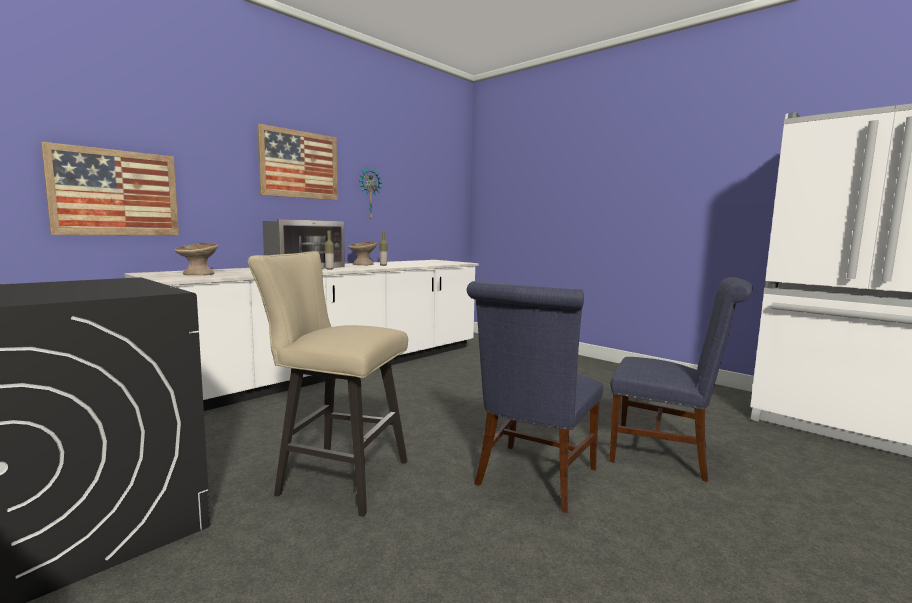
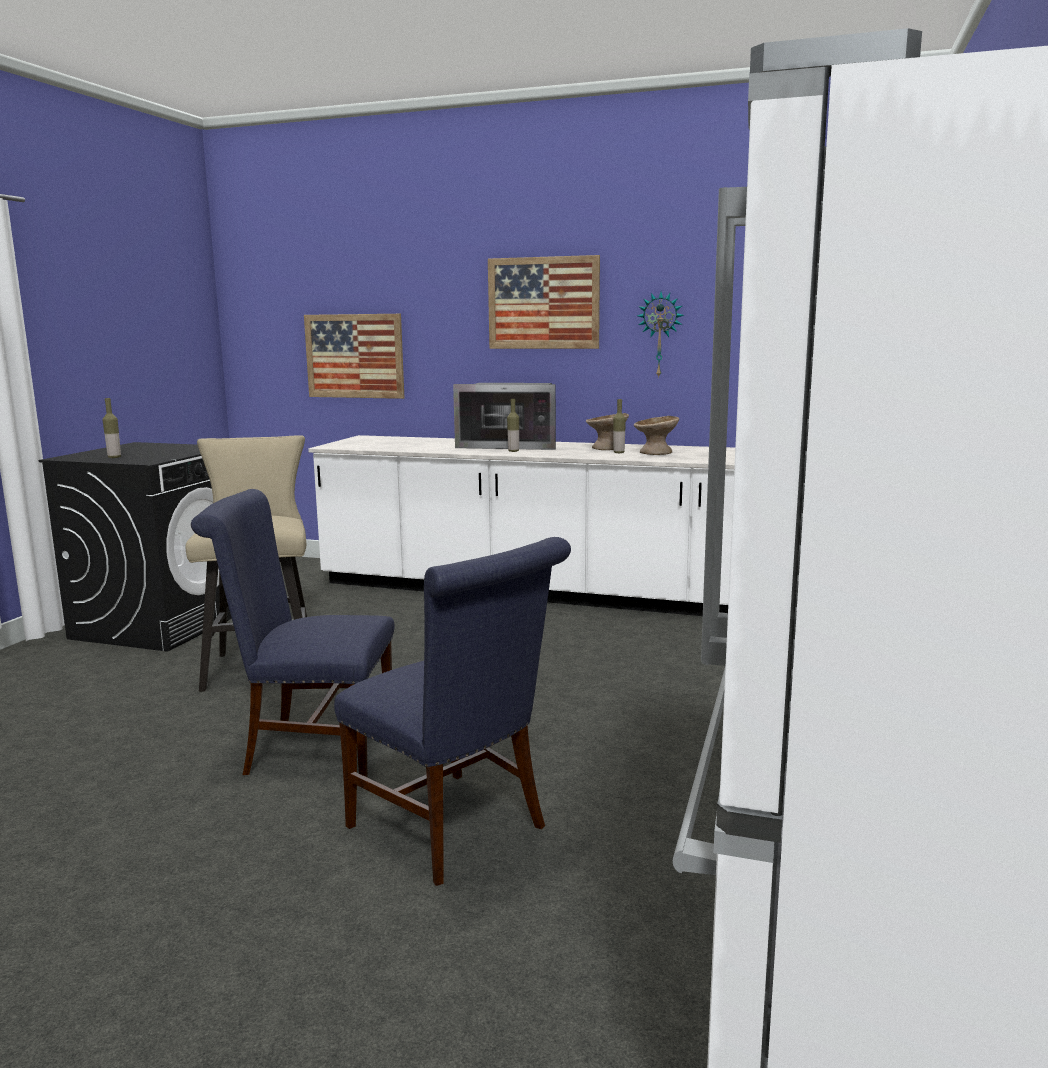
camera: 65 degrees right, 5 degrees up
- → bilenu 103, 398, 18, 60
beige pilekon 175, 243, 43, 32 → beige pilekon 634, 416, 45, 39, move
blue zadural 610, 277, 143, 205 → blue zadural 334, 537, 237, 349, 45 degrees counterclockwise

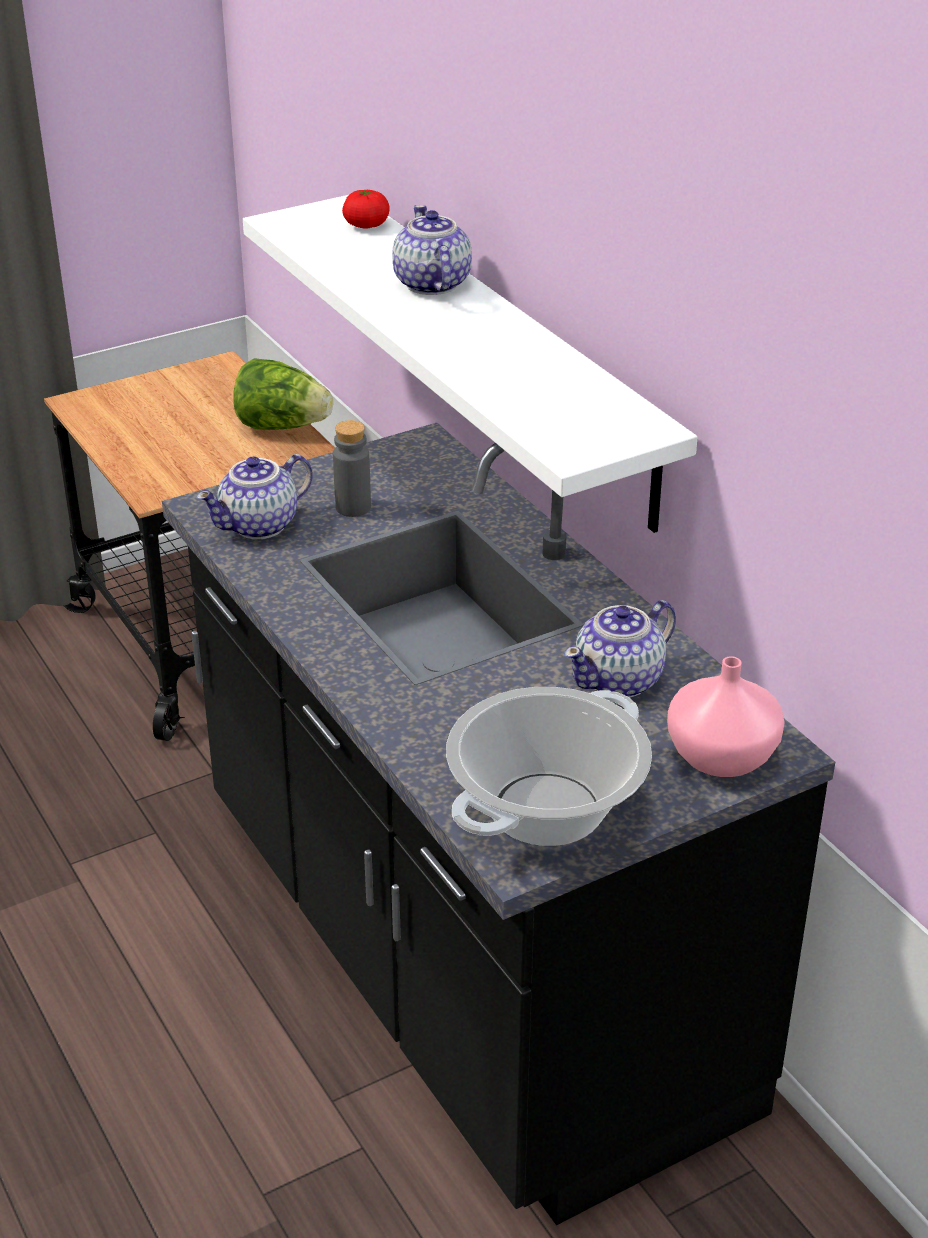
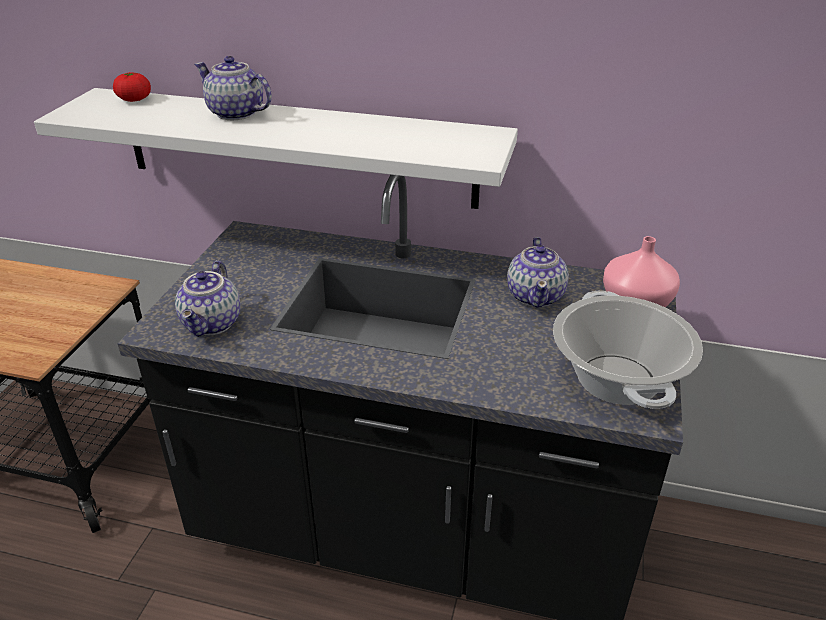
camera: 45 degrees left, 0 degrees up
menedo 233, 358, 100, 72 → -
grey bilenu 333, 420, 38, 97 → -

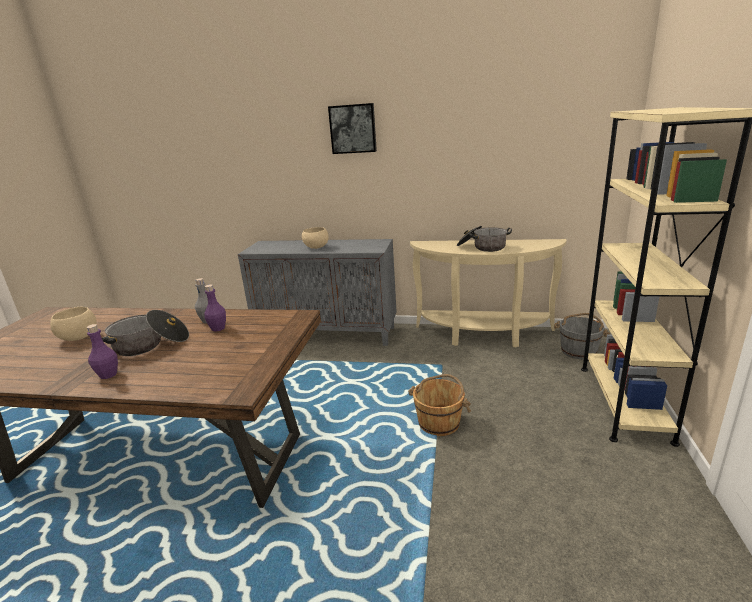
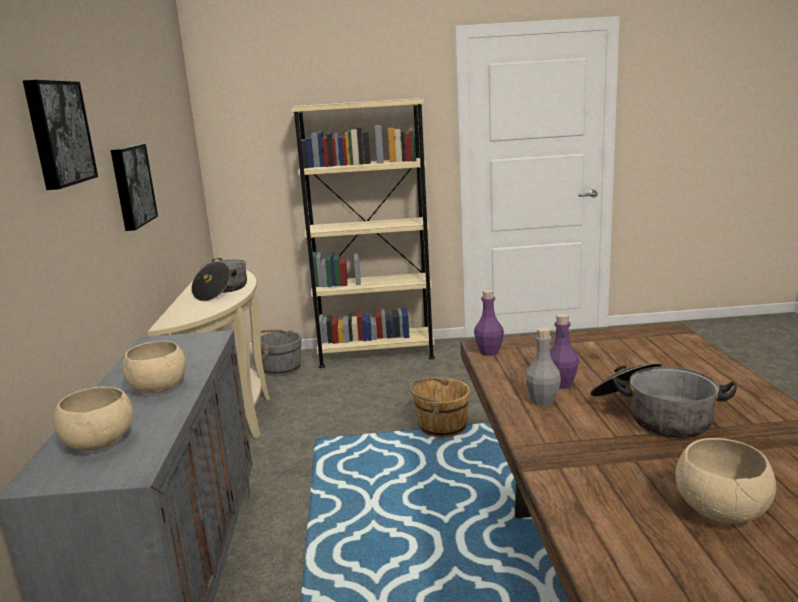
camera: 105 degrees left, 5 degrees down
- → beige pilekon 53, 387, 80, 64
- → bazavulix 111, 144, 47, 87
purple bilenu 87, 324, 31, 55 → purple bilenu 474, 290, 30, 66, move

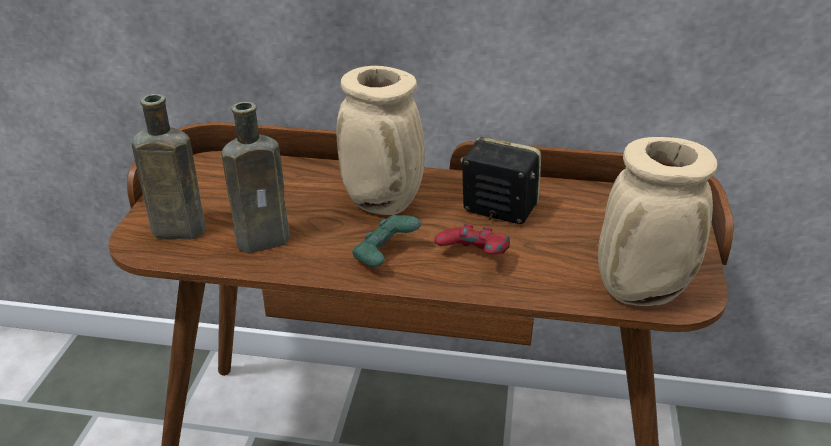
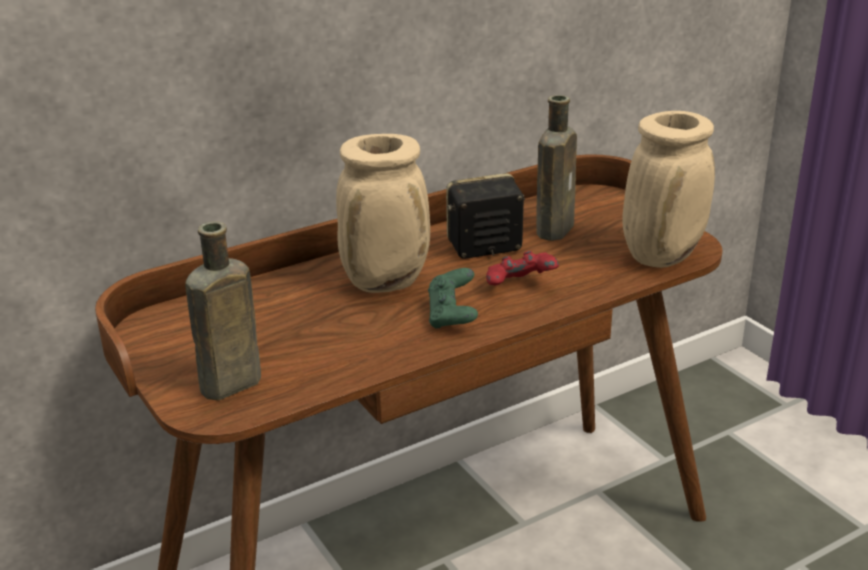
camera: 40 degrees left, 5 degrees down
brown bilenu 221, 102, 69, 151 → brown bilenu 536, 95, 41, 146, move

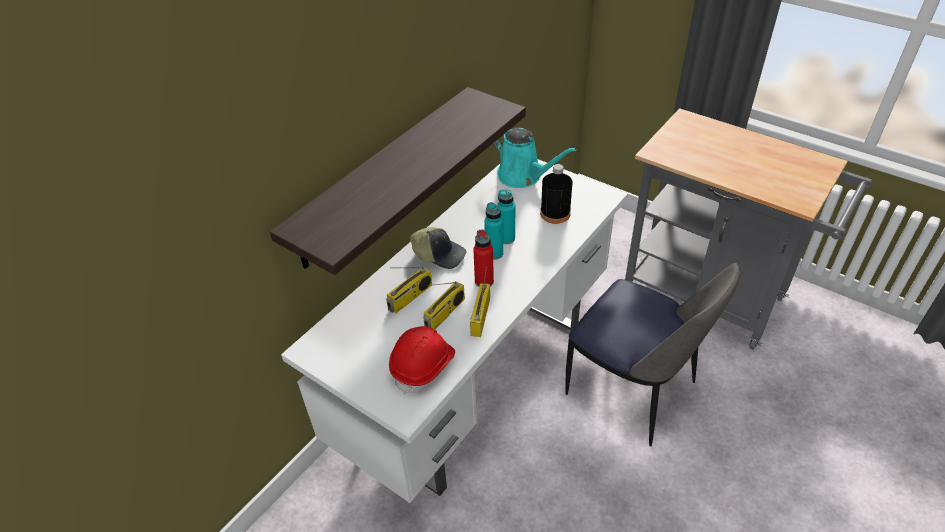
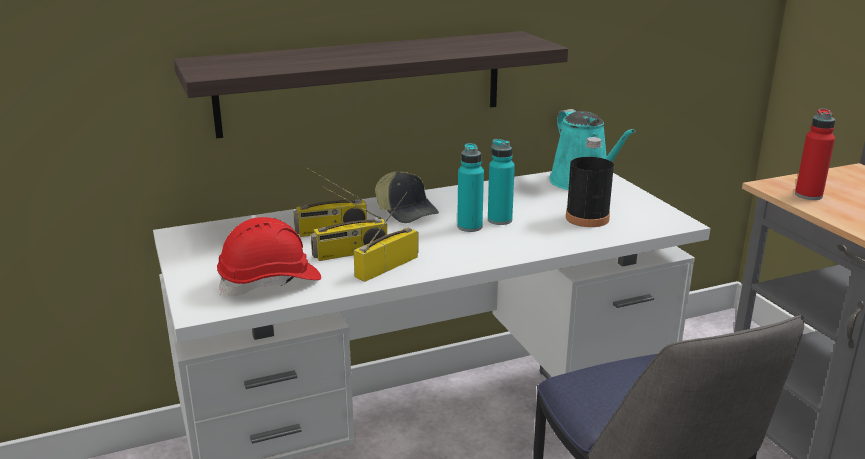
camera: 30 degrees right, 20 degrees down
red bilenu 473, 229, 21, 58 → red bilenu 795, 108, 40, 92, move

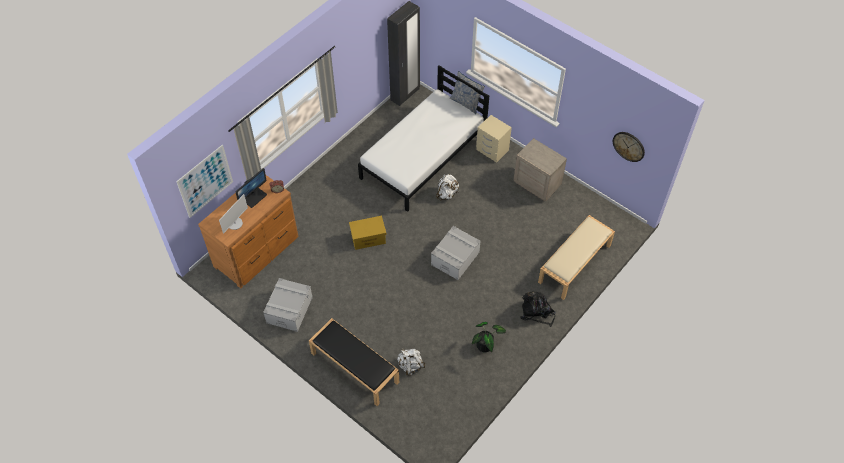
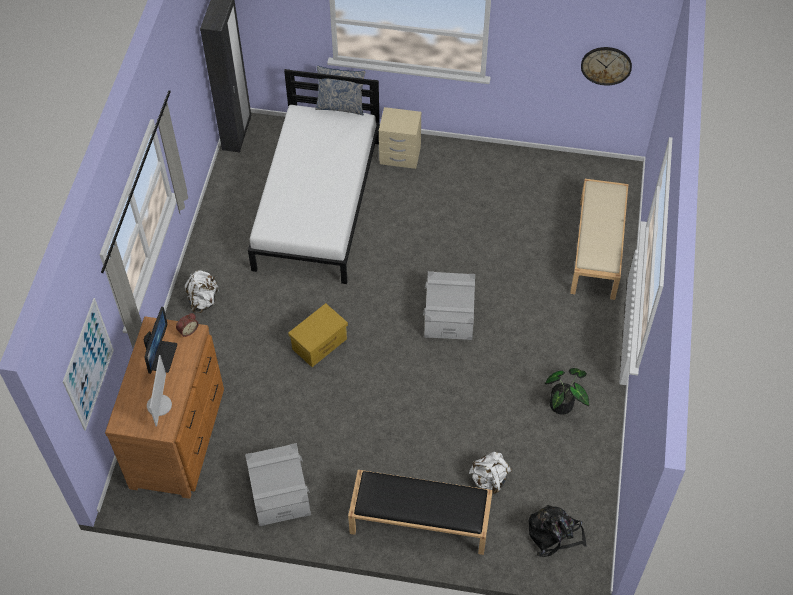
camera: 30 degrees left, 0 degrees up
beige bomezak 513, 138, 54, 64 → -
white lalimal 436, 174, 23, 26 → white lalimal 184, 270, 36, 43, move
black lalimal 520, 292, 36, 35 → black lalimal 528, 505, 59, 52, move

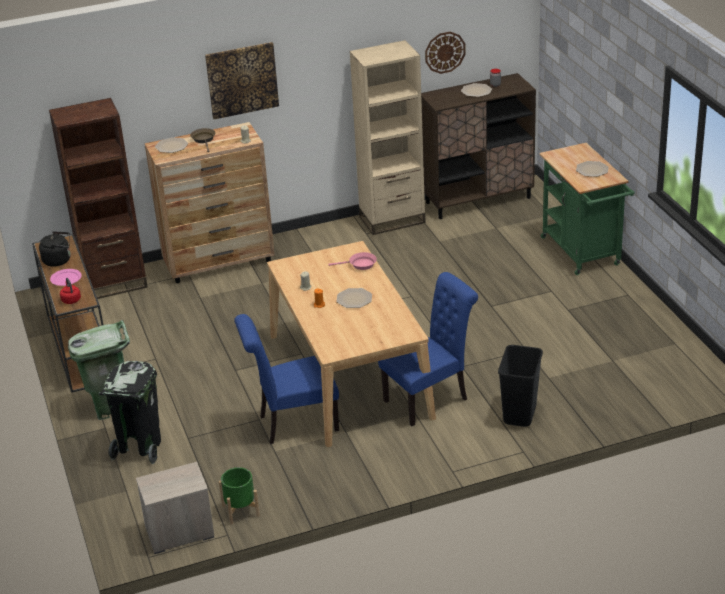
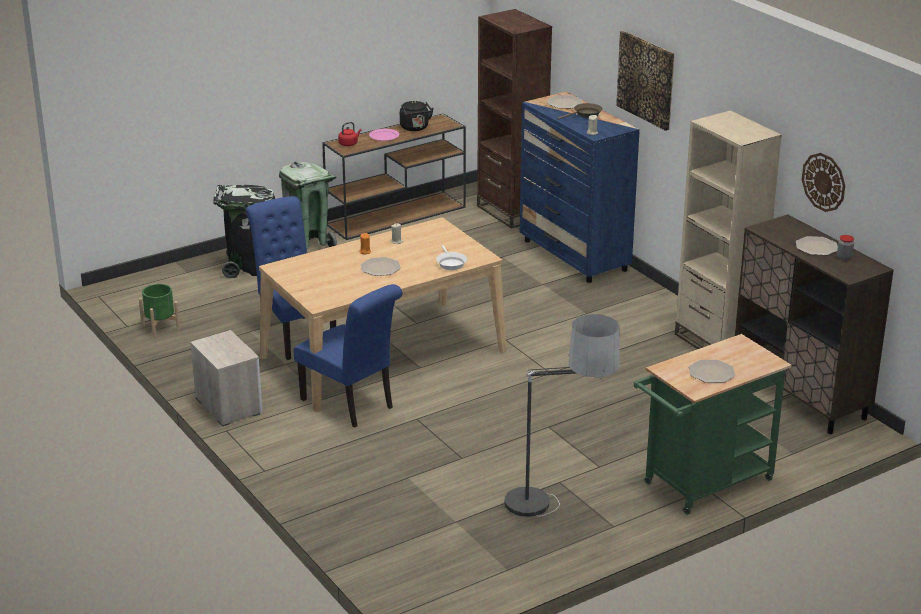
camera: 75 degrees right, 5 degrees down
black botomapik 498, 345, 45, 82 → -
- → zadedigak 504, 314, 116, 203
bomezak 136, 462, 78, 92 → bomezak 190, 330, 72, 97, move
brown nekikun 145, 122, 130, 161 → blue nekikun 520, 92, 120, 191
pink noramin 329, 252, 48, 18 → white noramin 436, 245, 31, 25

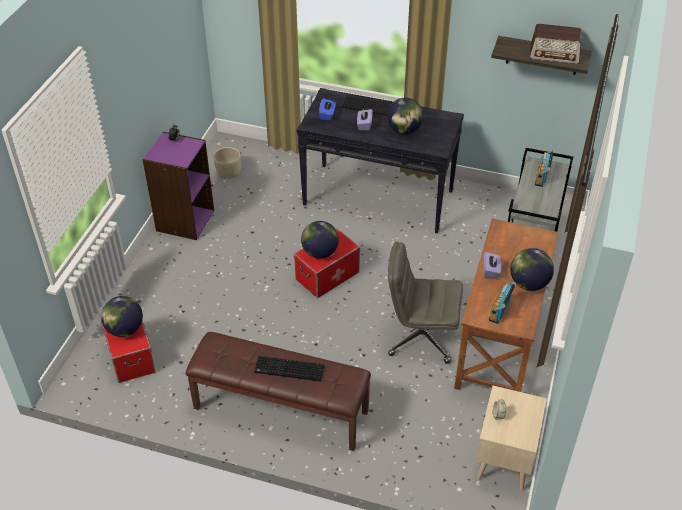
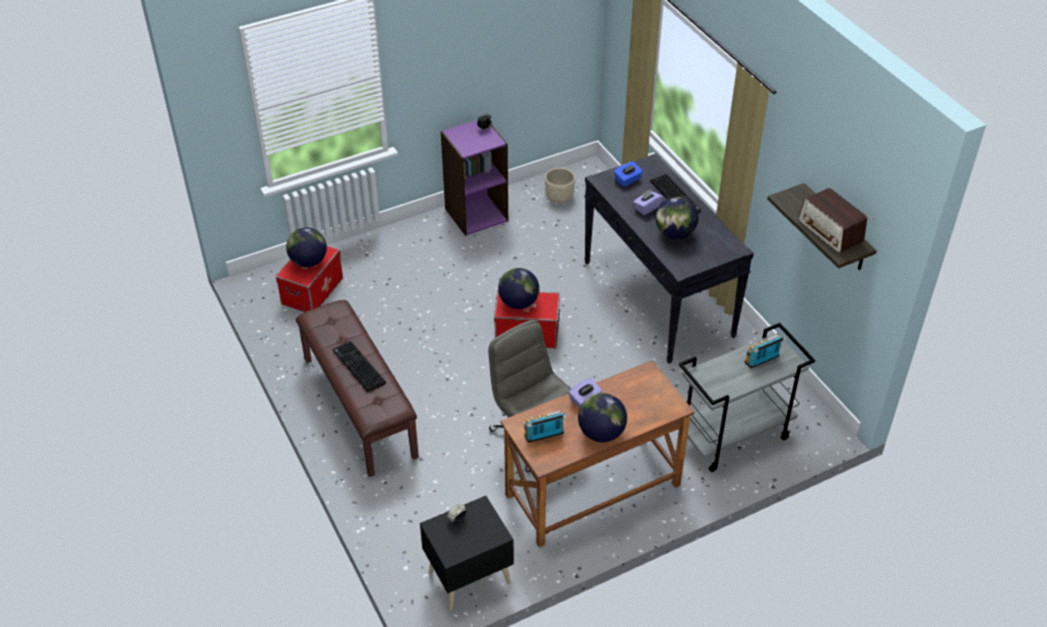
camera: 45 degrees right, 0 degrees up
beige bomezak 476, 386, 71, 105 → black bomezak 420, 496, 94, 115

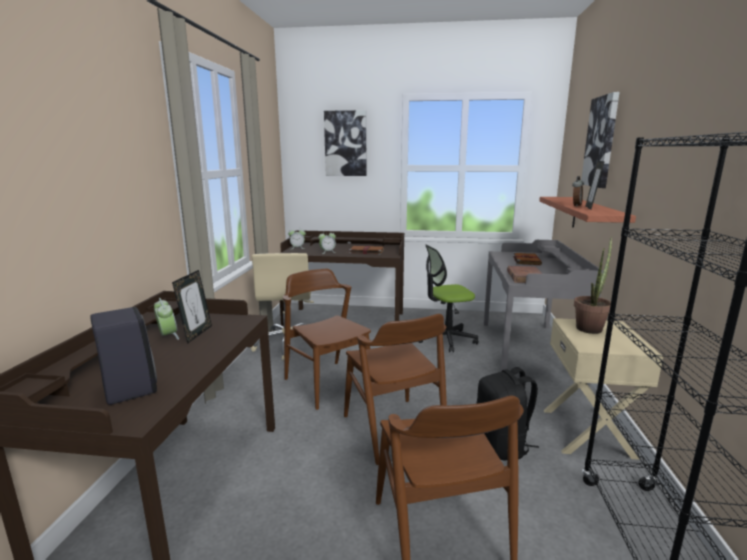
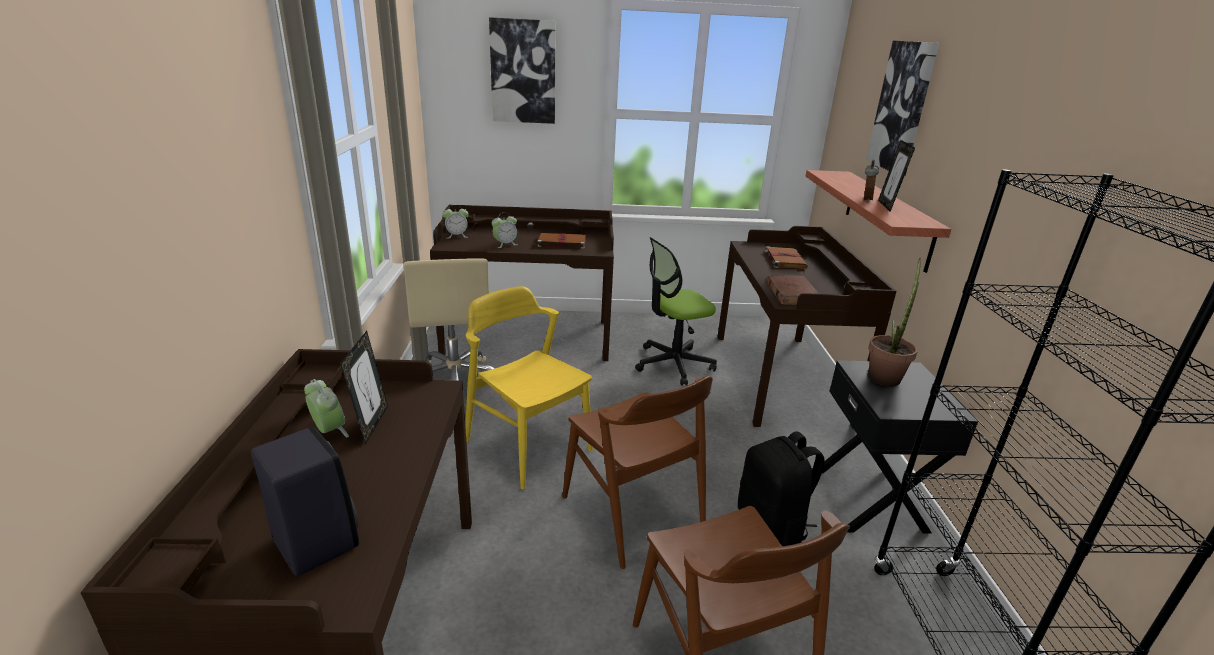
camera: 10 degrees left, 10 degrees up
brown zadural 283, 268, 89, 142 → yellow zadural 466, 286, 127, 203
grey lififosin 484, 240, 119, 132 → brown lififosin 717, 226, 180, 203
beige bomezak 544, 318, 119, 142 → black bomezak 822, 360, 156, 174

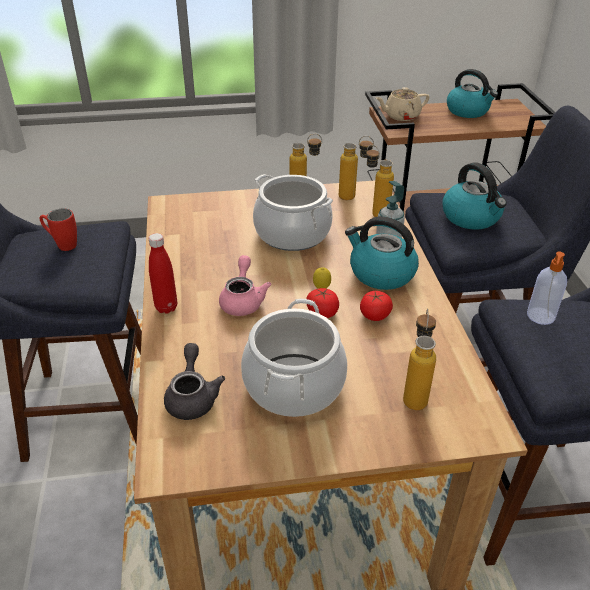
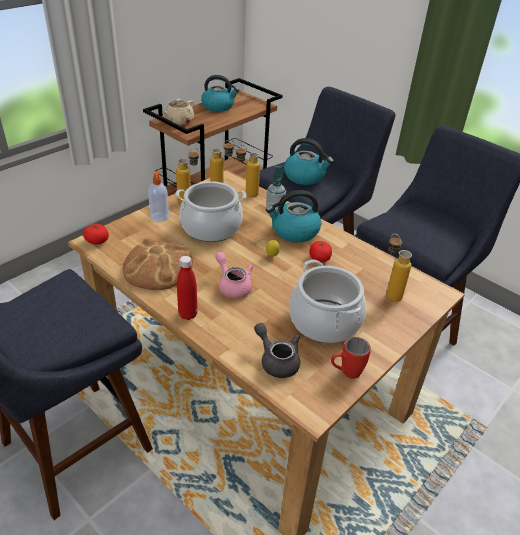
camera: 40 degrees left, 0 degrees up
- → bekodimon 123, 238, 70, 52
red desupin 39, 209, 38, 42 → red desupin 331, 337, 40, 42, move
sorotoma 306, 288, 33, 30 → sorotoma 83, 224, 26, 21, move
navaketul 527, 252, 40, 73 → navaketul 148, 171, 21, 51, move

